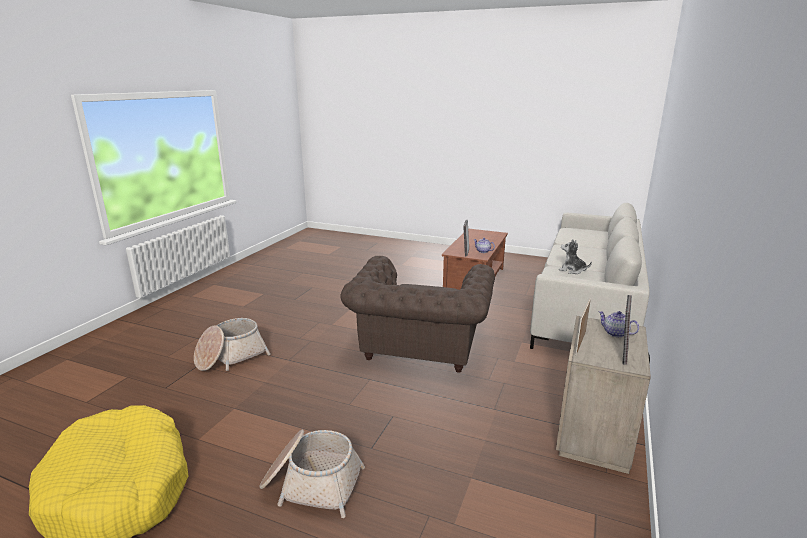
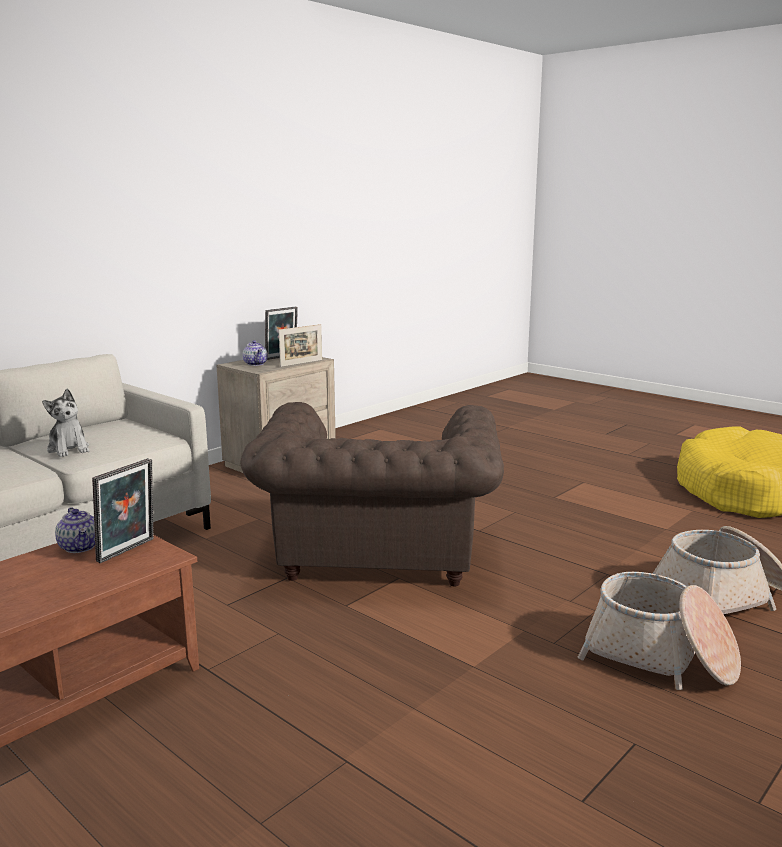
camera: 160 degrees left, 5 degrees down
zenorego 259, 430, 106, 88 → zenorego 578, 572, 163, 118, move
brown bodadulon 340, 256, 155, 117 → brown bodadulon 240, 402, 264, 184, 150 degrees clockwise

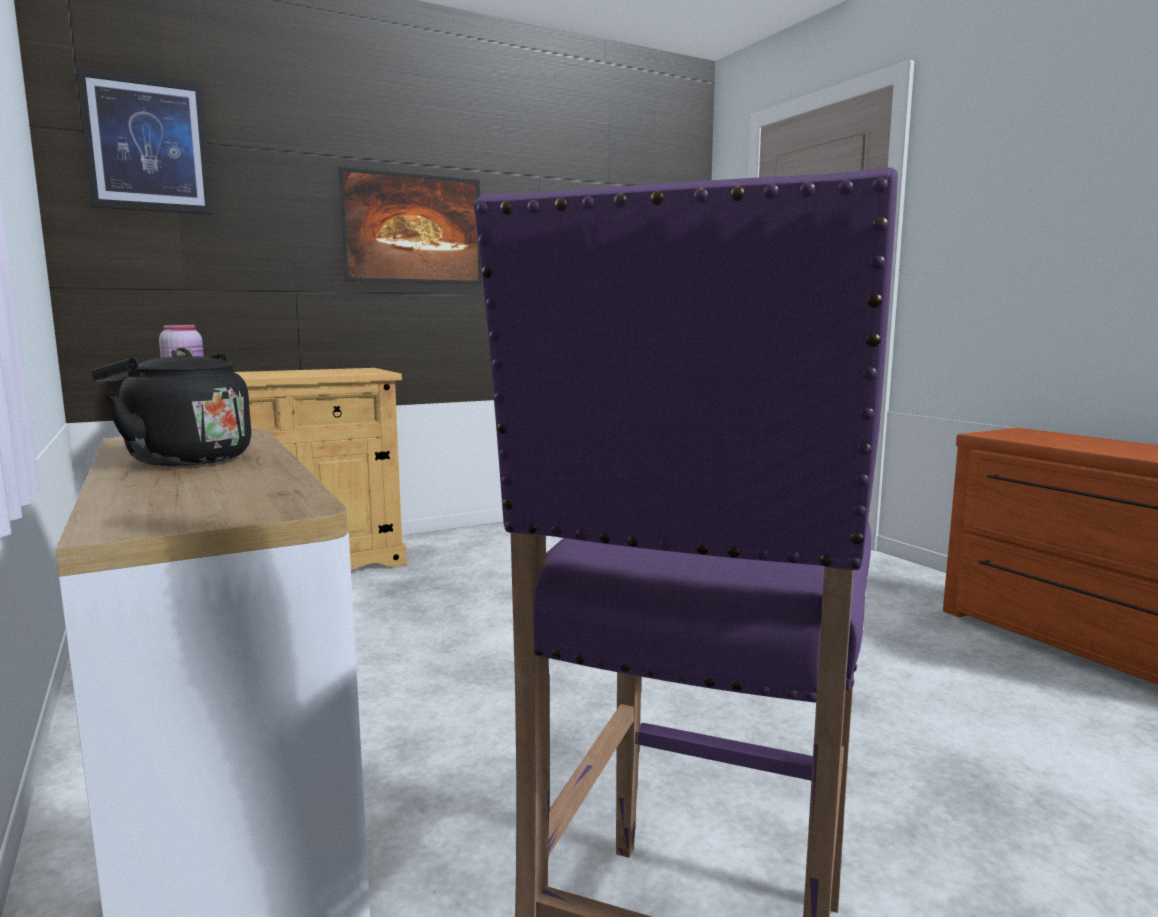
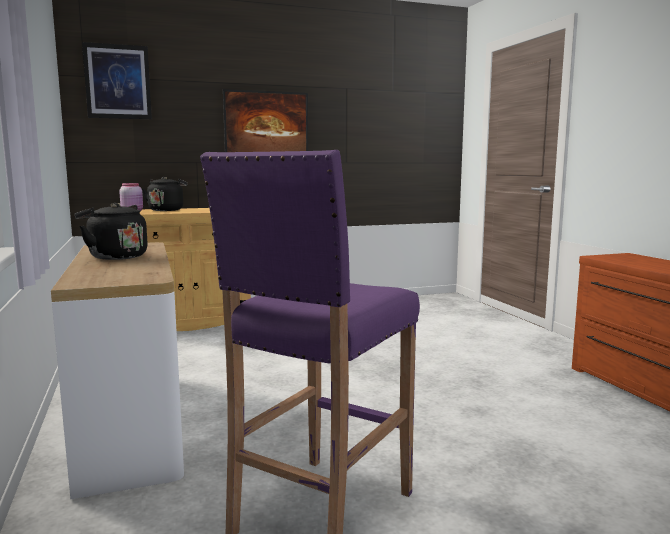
camera: 10 degrees right, 0 degrees up
- → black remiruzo 142, 177, 45, 34

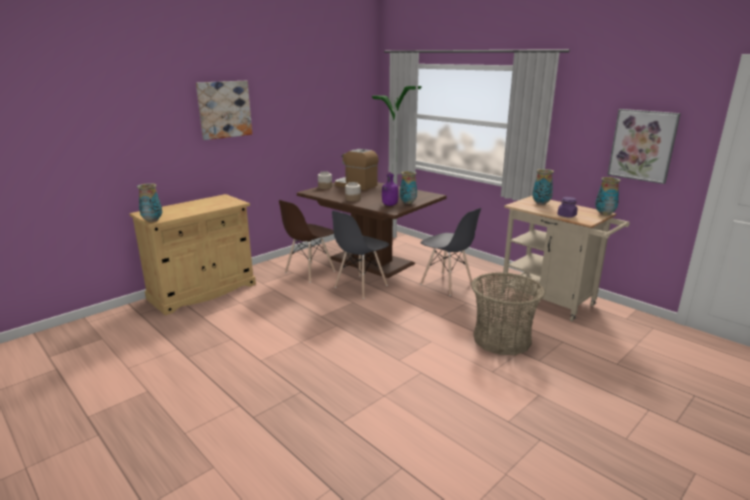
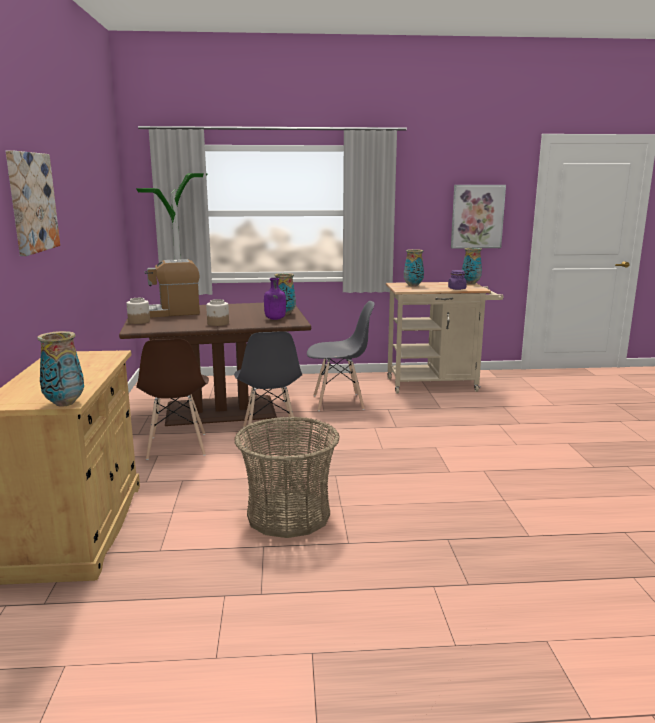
camera: 50 degrees left, 5 degrees down
zenorego 471, 272, 74, 83 → zenorego 234, 417, 106, 121, move

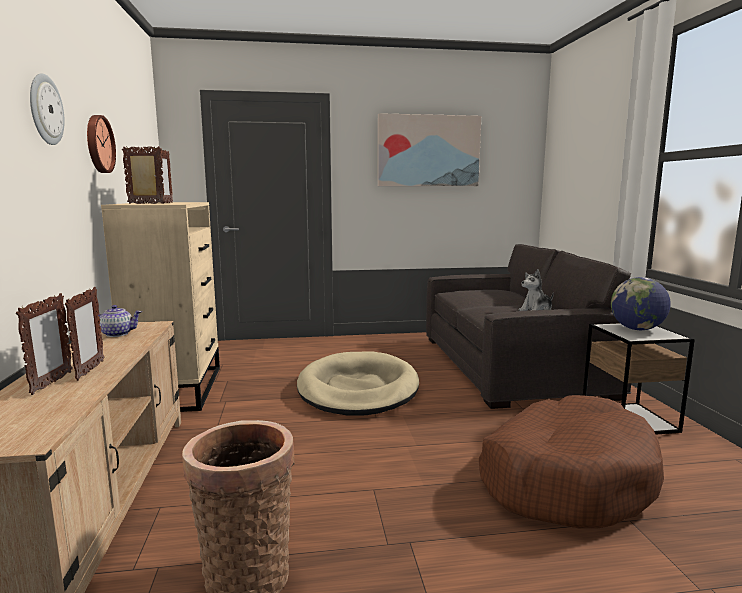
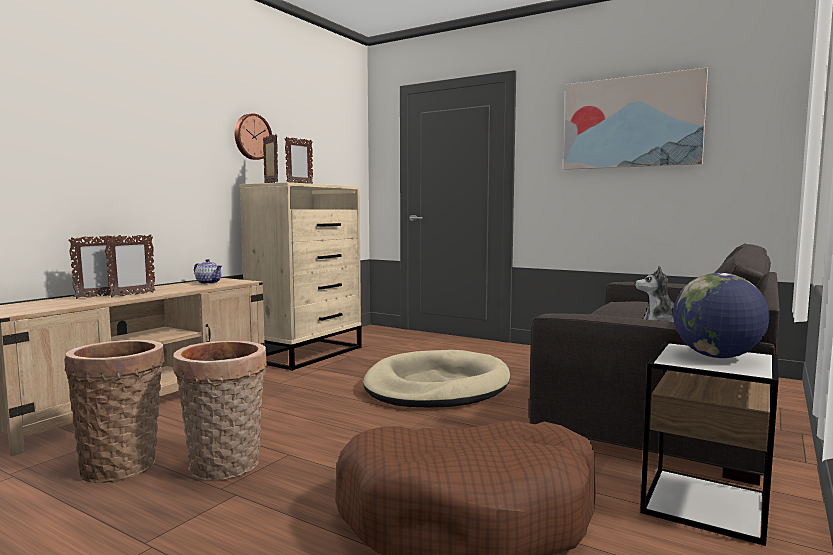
camera: 40 degrees right, 5 degrees down
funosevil 30, 73, 35, 72 → -
- → zenorego 173, 341, 94, 139

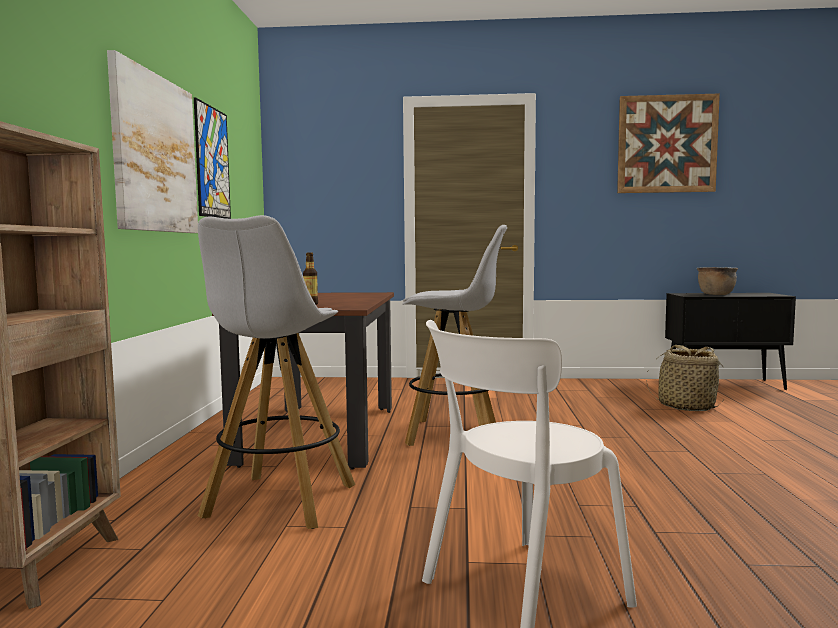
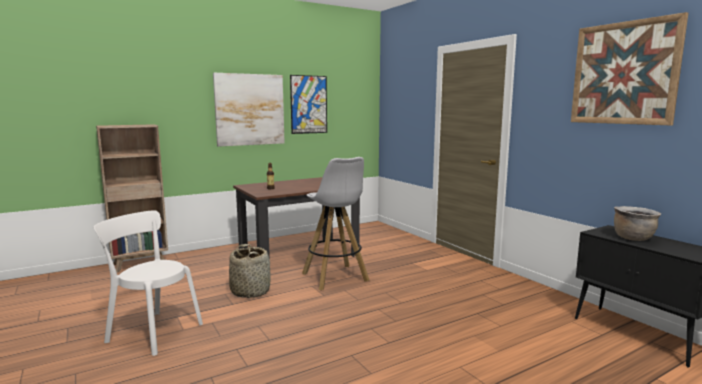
camera: 55 degrees right, 5 degrees up
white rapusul 198, 215, 157, 314 → -
zenorego 646, 345, 79, 66 → zenorego 229, 244, 41, 54, move

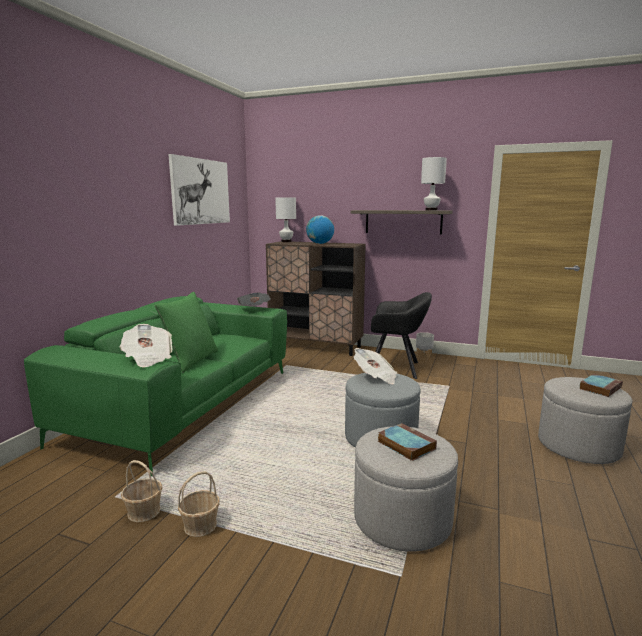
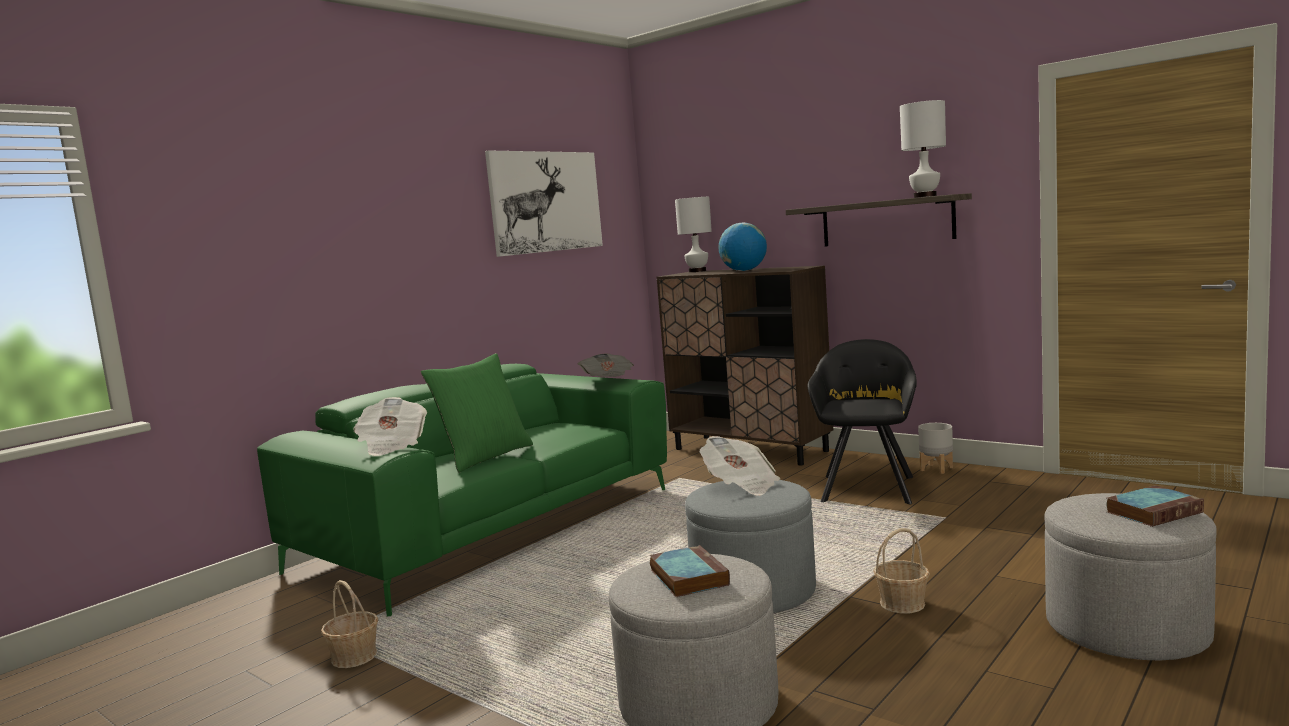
camera: 20 degrees right, 5 degrees down
zenorego 178, 471, 42, 66 → zenorego 873, 528, 57, 86, move
black bodadulon 371, 292, 61, 87 → black bodadulon 807, 339, 110, 165, 105 degrees counterclockwise

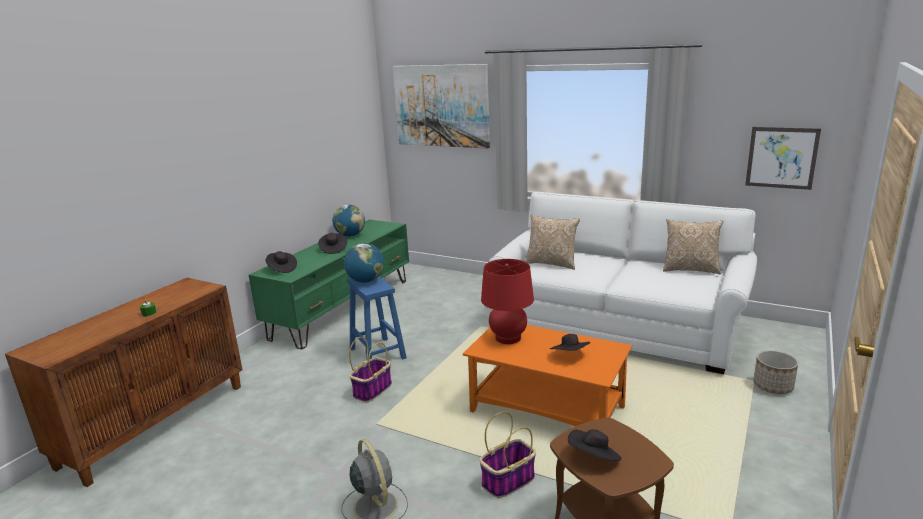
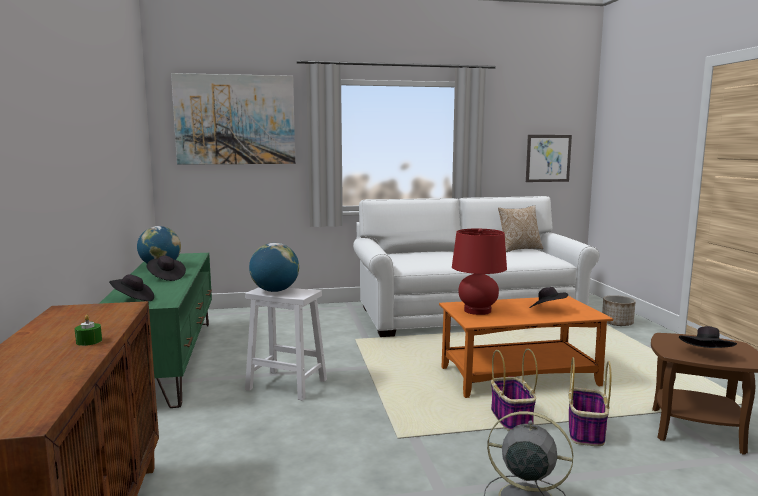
camera: 40 degrees left, 10 degrees down
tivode 525, 215, 55, 55 → -
zenorego 349, 337, 43, 65 → zenorego 491, 349, 47, 82, move
blue rapusul 347, 276, 60, 85 → white rapusul 245, 287, 82, 114

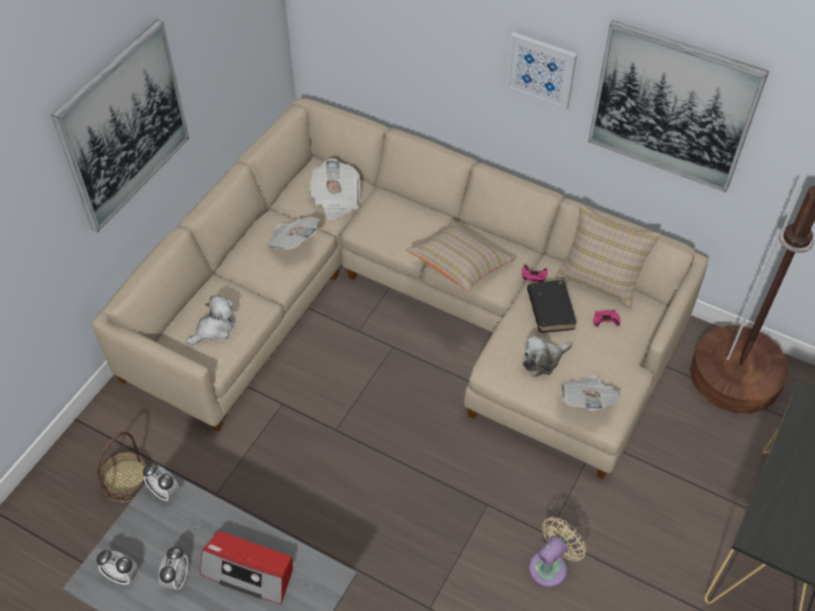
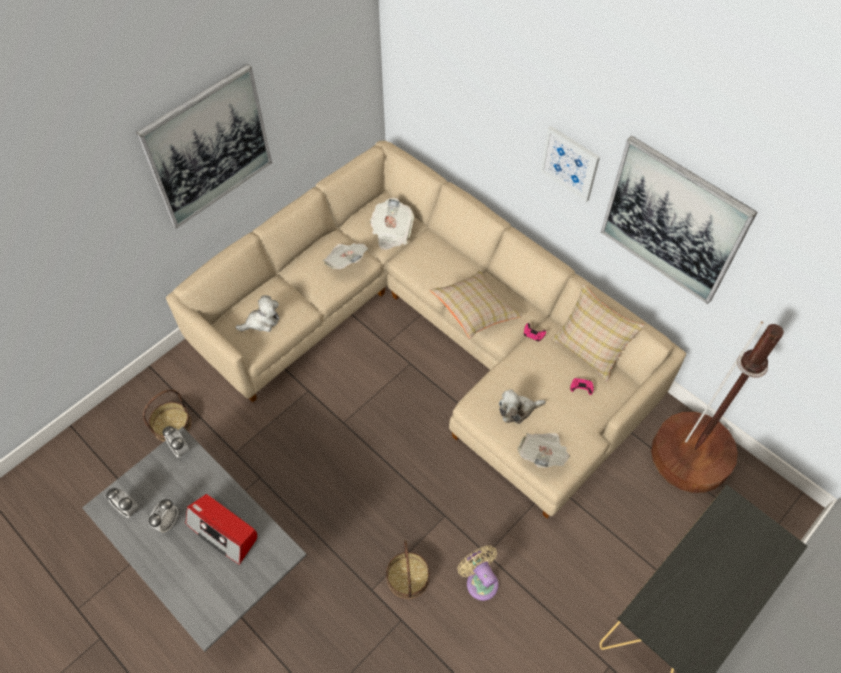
camera: 15 degrees right, 5 degrees up
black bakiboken 527, 280, 49, 52 → -
- → zenorego 386, 540, 44, 59
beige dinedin 529, 517, 57, 70 → beige dinedin 458, 545, 41, 56, 90 degrees counterclockwise

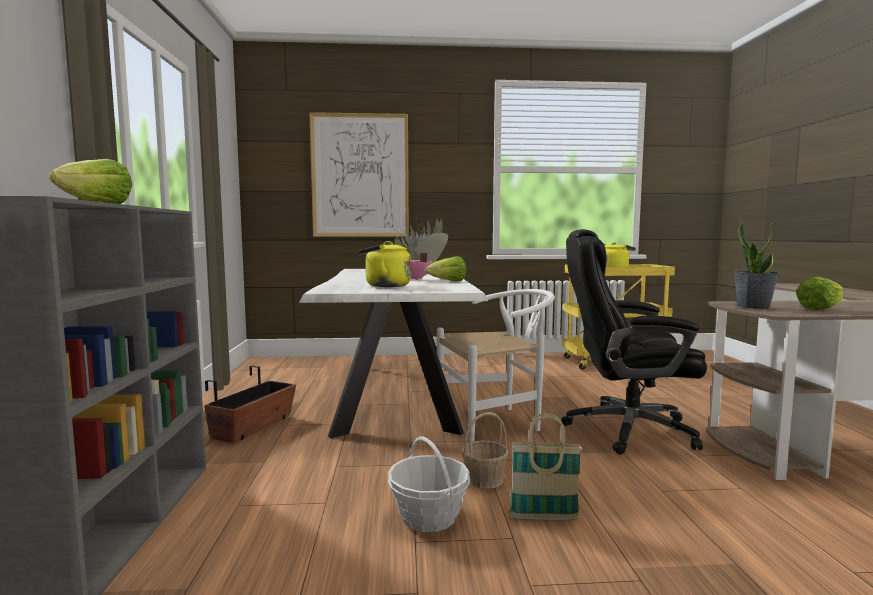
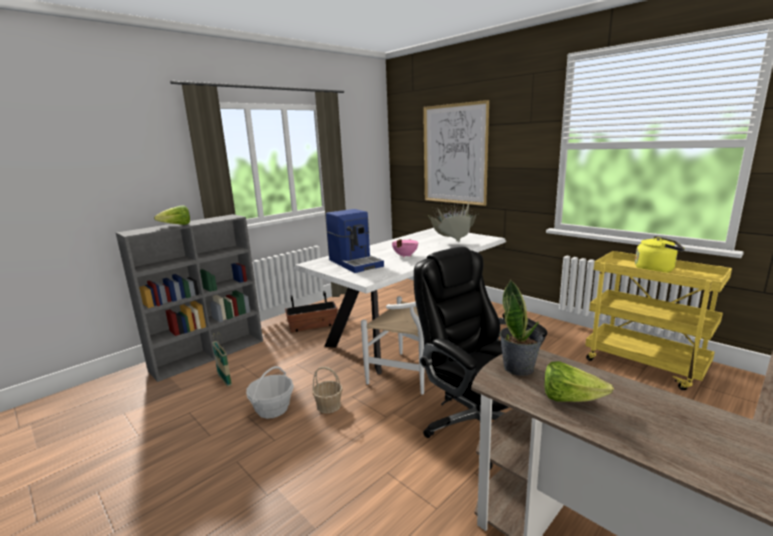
camera: 50 degrees right, 10 degrees up
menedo 425, 256, 41, 26 → -
zenorego 509, 413, 73, 107 → zenorego 212, 332, 20, 55, move
yellow remiruzo 358, 241, 53, 46 → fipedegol 326, 209, 58, 64

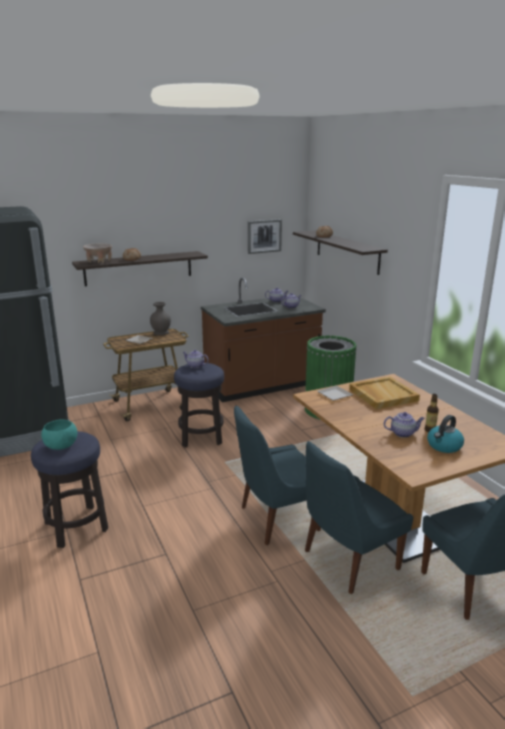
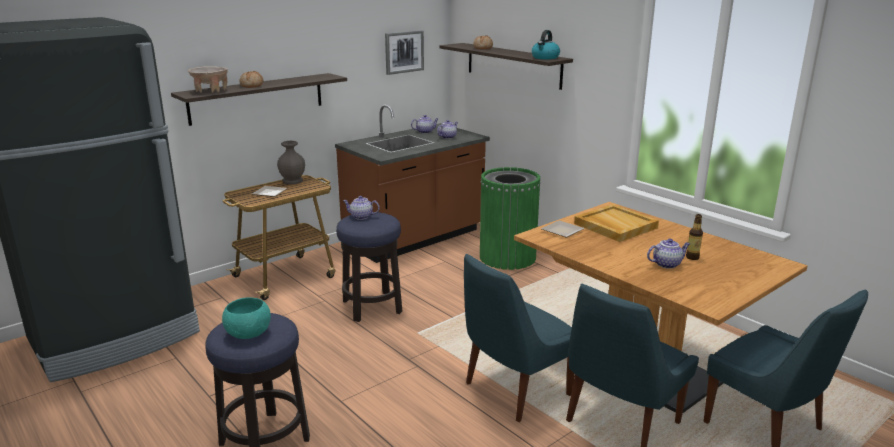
camera: 15 degrees left, 0 degrees up
remiruzo 427, 415, 37, 38 → remiruzo 532, 30, 28, 29, move

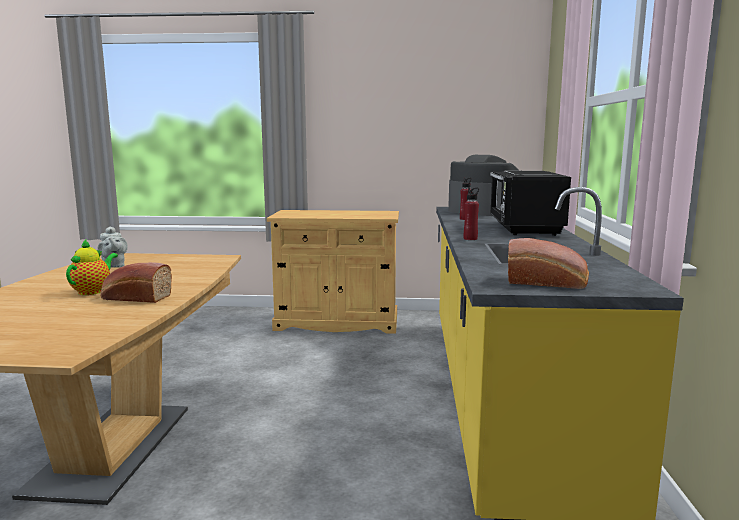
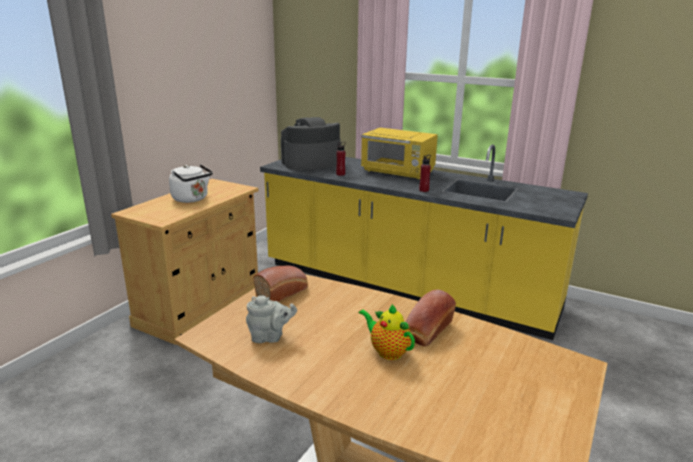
camera: 65 degrees left, 10 degrees up
- → white remiruzo 169, 164, 44, 39
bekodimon 508, 238, 81, 51 → bekodimon 253, 265, 55, 37, move
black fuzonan 490, 171, 81, 65 → yellow fuzonan 361, 128, 77, 52

